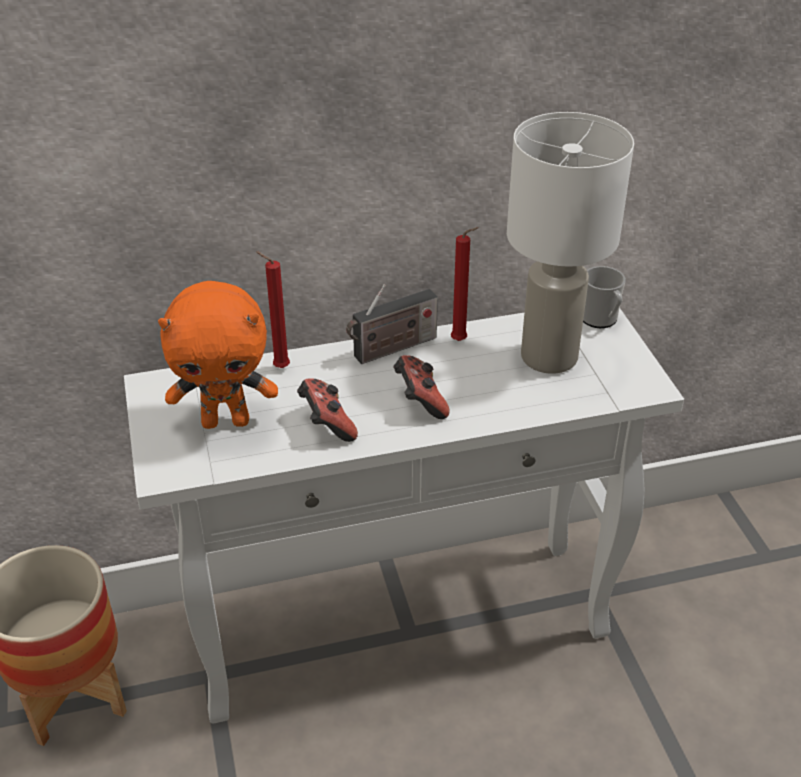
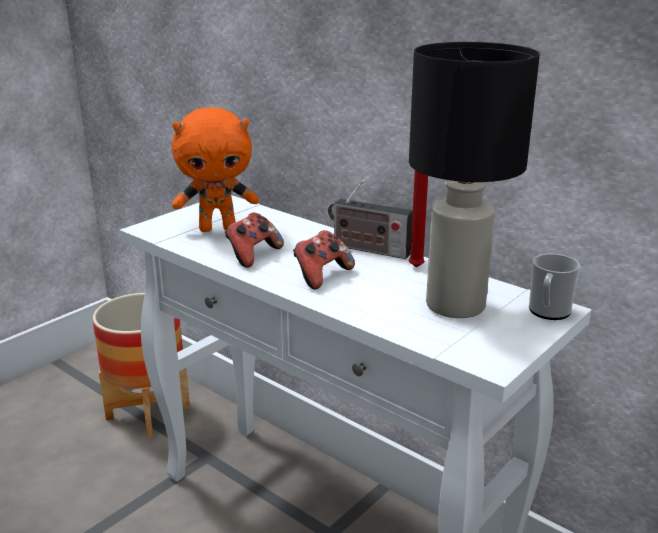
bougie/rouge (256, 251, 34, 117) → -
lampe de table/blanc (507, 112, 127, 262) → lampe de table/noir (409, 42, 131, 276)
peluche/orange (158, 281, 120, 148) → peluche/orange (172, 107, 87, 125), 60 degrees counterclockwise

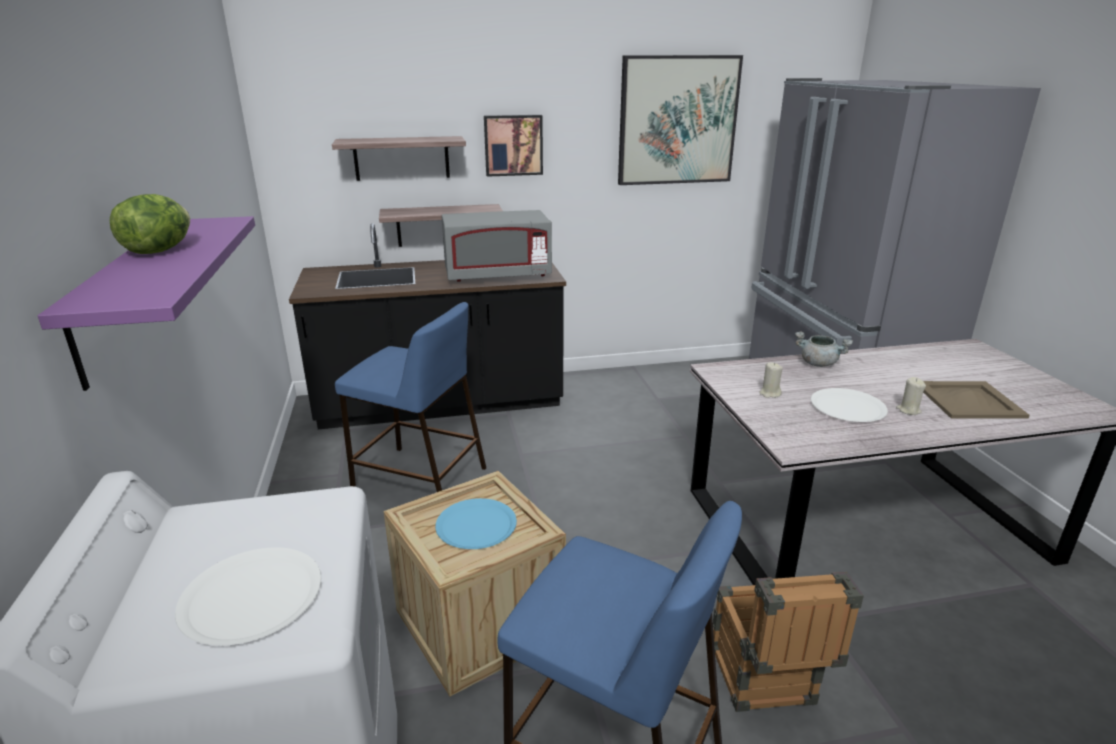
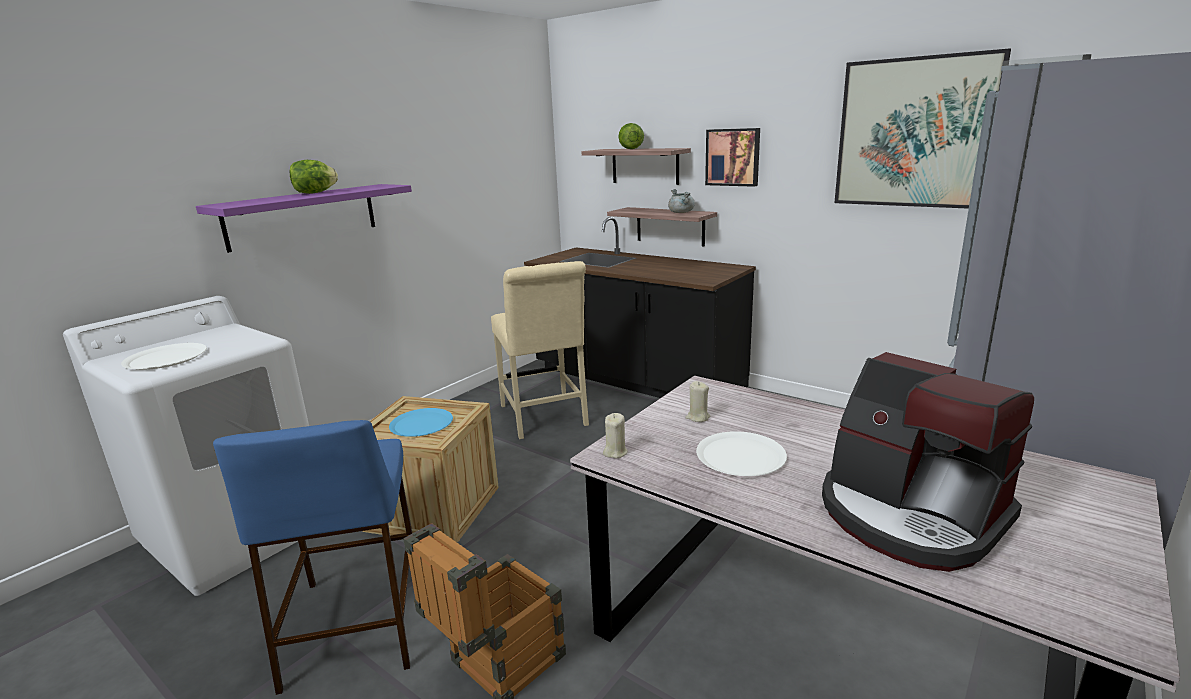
micro-ondes/gris (441, 210, 111, 72) → -
- → laitue (618, 123, 26, 26)
marmite/gris (795, 331, 58, 36) → marmite/gris (668, 189, 27, 24), relocated
bougie/beige (896, 377, 30, 38) → bougie/beige (603, 413, 25, 45), relocated
tabouret/bleu (335, 302, 151, 190) → chaise/beige (491, 261, 98, 178)
plateau/beige (923, 381, 107, 38) → machine à café (822, 352, 212, 220)

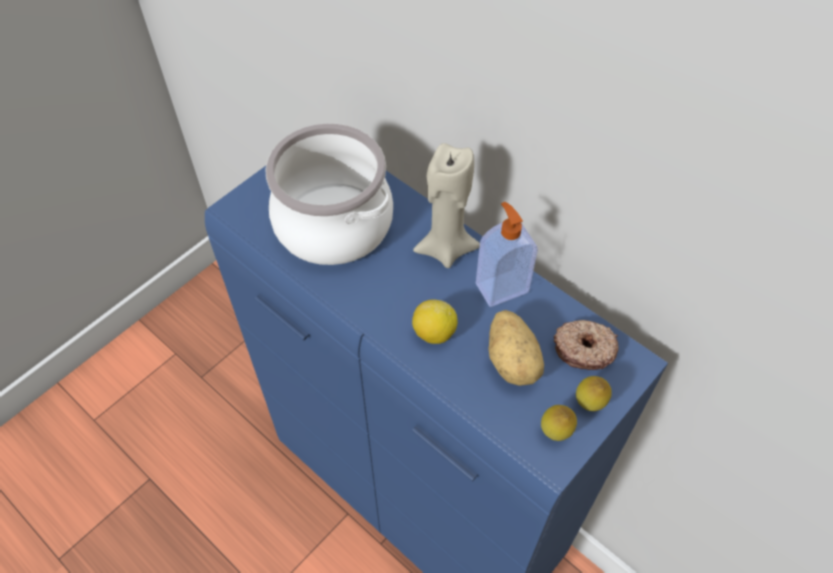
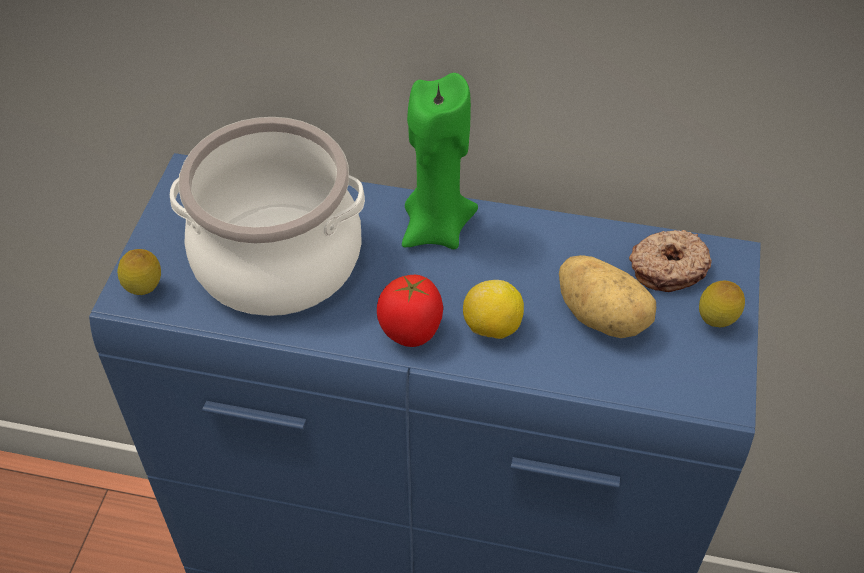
distributeur de savon (476, 202, 62, 105) → -
- → tomate (377, 275, 66, 72)
citron (541, 405, 36, 36) → citron (117, 249, 44, 46), relocated
bougie/beige (413, 143, 67, 125) → bougie/vert (402, 73, 76, 176)

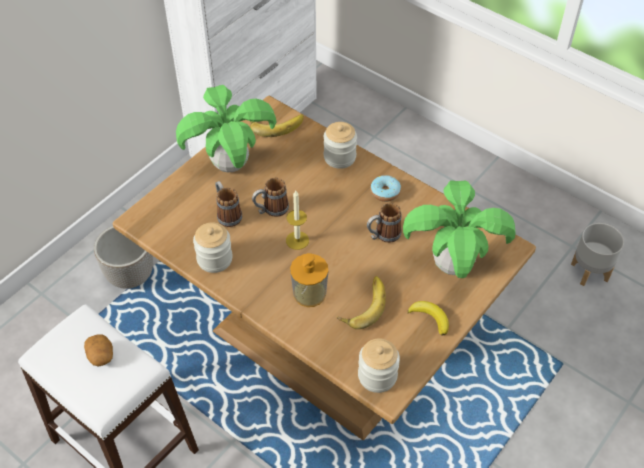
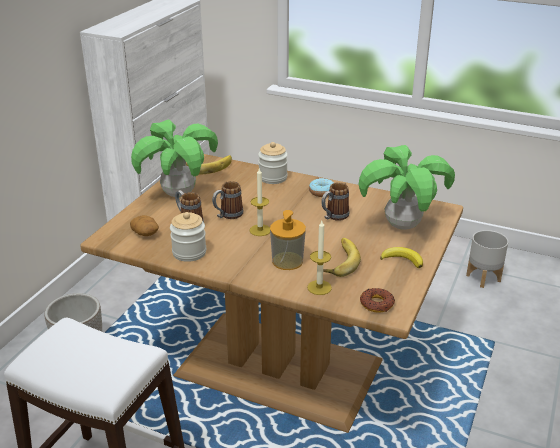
- → bougie (307, 221, 25, 74)
pomme de terre (84, 335, 29, 32) → pomme de terre (130, 215, 29, 21), relocated
bocal (358, 338, 42, 55) → beignet (360, 288, 35, 25)

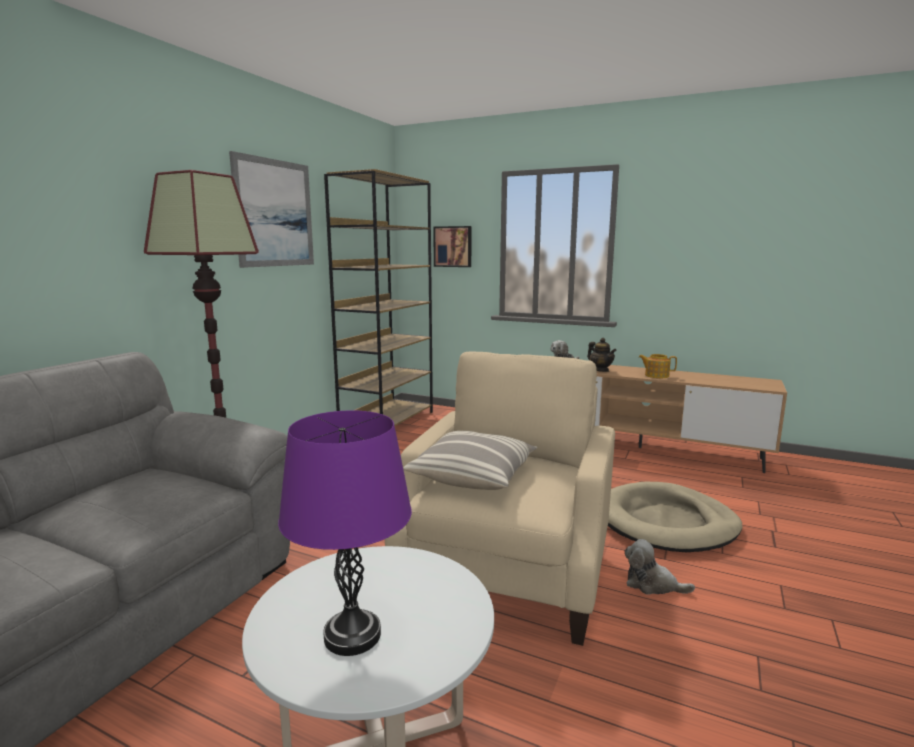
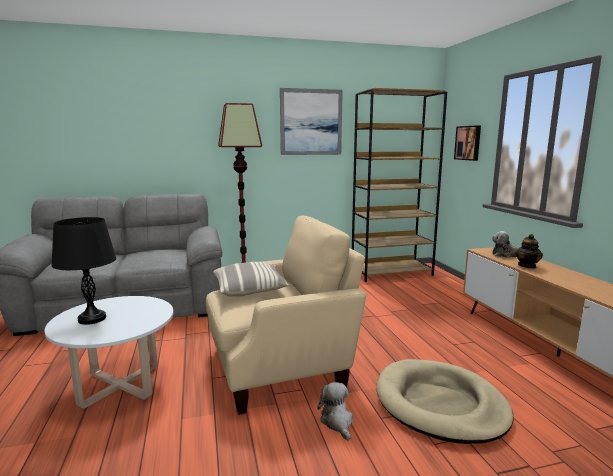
théière (639, 354, 38, 24) → -
lampe de table/violet (278, 410, 134, 246) → lampe de table/noir (51, 217, 65, 108)

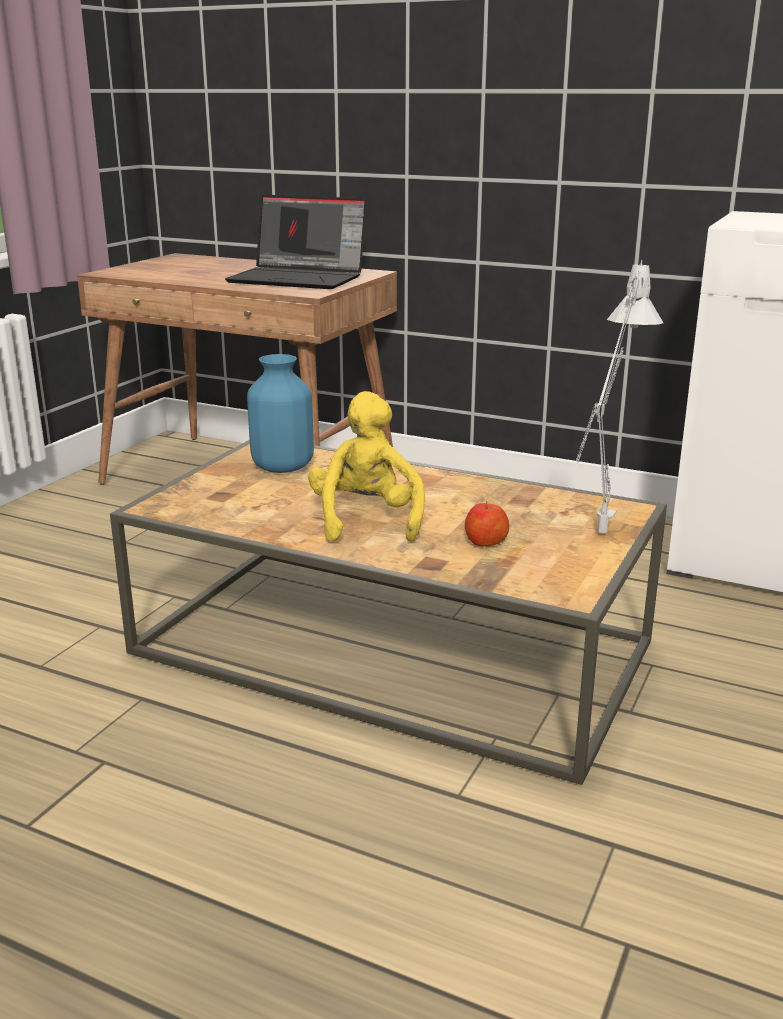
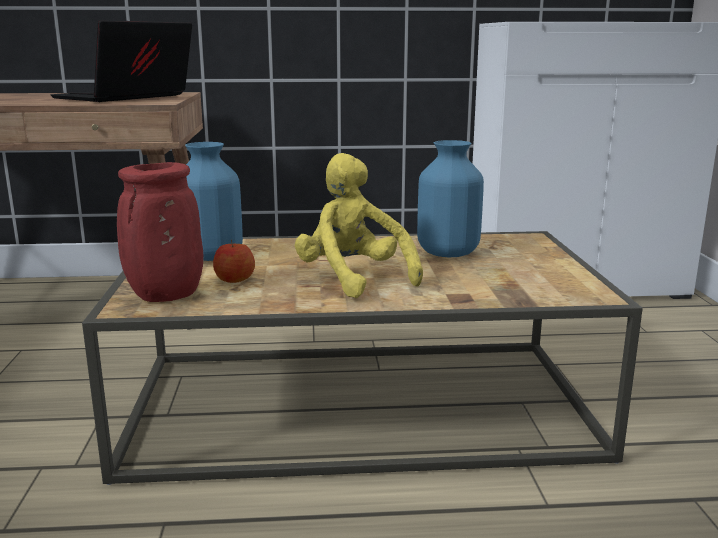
lampe de table/gris (576, 260, 87, 273) → -
- → vase/rouge (117, 162, 86, 140)
- → vase/bleu (417, 140, 67, 117)
pomme (465, 501, 44, 45) → pomme (213, 240, 42, 43), relocated
ordinateur portable (225, 195, 142, 94) → ordinateur portable (51, 20, 141, 82), 135 degrees clockwise

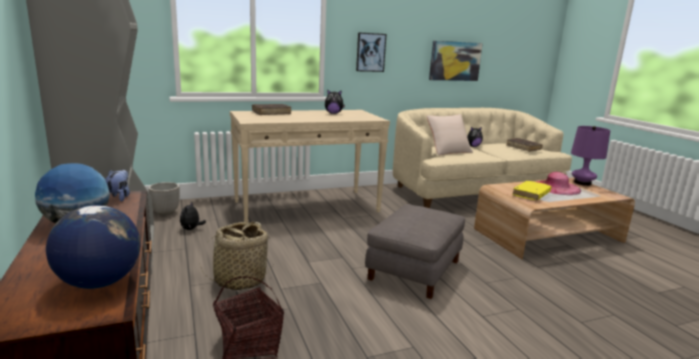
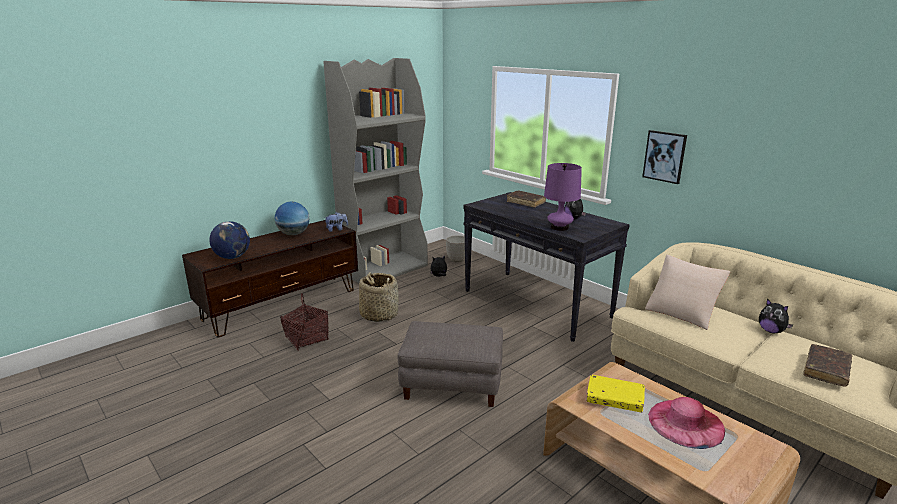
tableau (429, 41, 54, 40) → -
lampe de table/violet (571, 126, 39, 60) → lampe de table/violet (544, 163, 38, 68), relocated
table console/beige (230, 110, 160, 113) → table console/noir (463, 192, 167, 150)

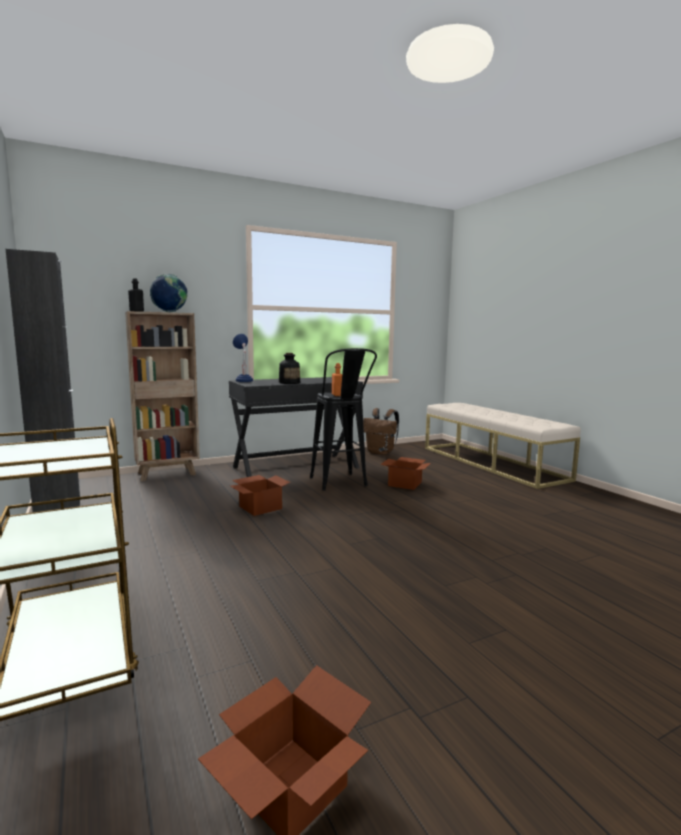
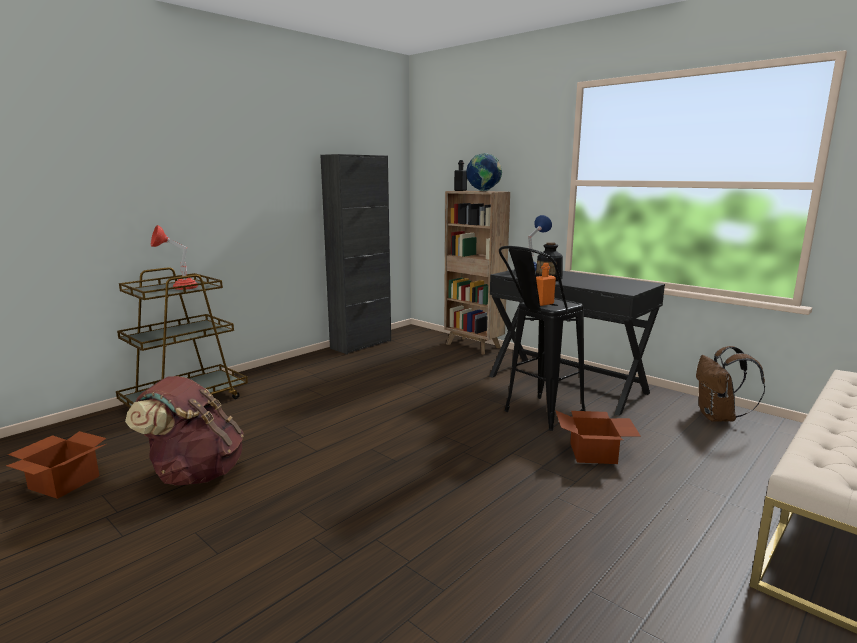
carton (230, 475, 60, 41) → -
- → sac à dos/marron (125, 376, 119, 109)
- → lampe de table/rouge (151, 225, 47, 65)

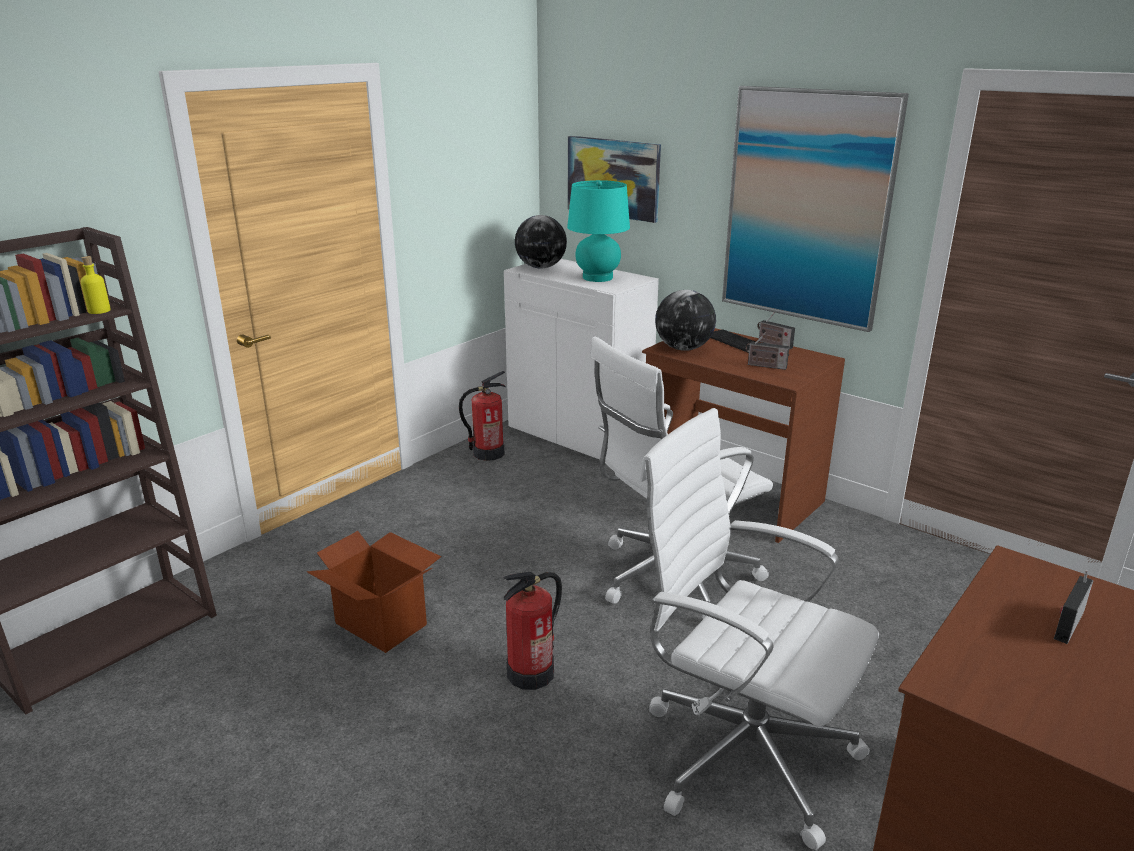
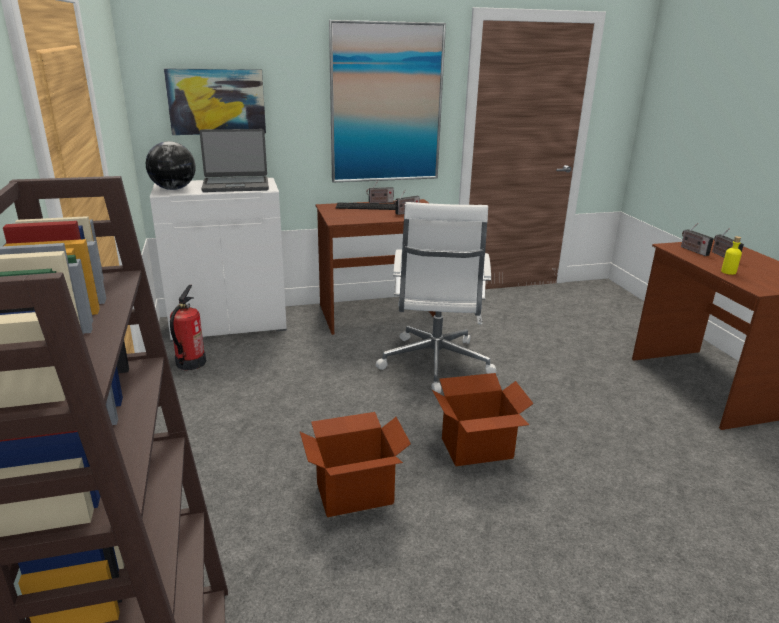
chaise de bureau/blanc (640, 408, 239, 442) → -
globe (655, 290, 61, 61) → -
- → radio (681, 223, 33, 33)
bouteille/jaune (81, 256, 30, 58) → bouteille/jaune (721, 236, 21, 39), relocated
extincteur (503, 572, 59, 118) → carton (432, 373, 102, 93)
lampe de table/turquoise (567, 180, 63, 102) → ordinateur portable (199, 129, 70, 63)

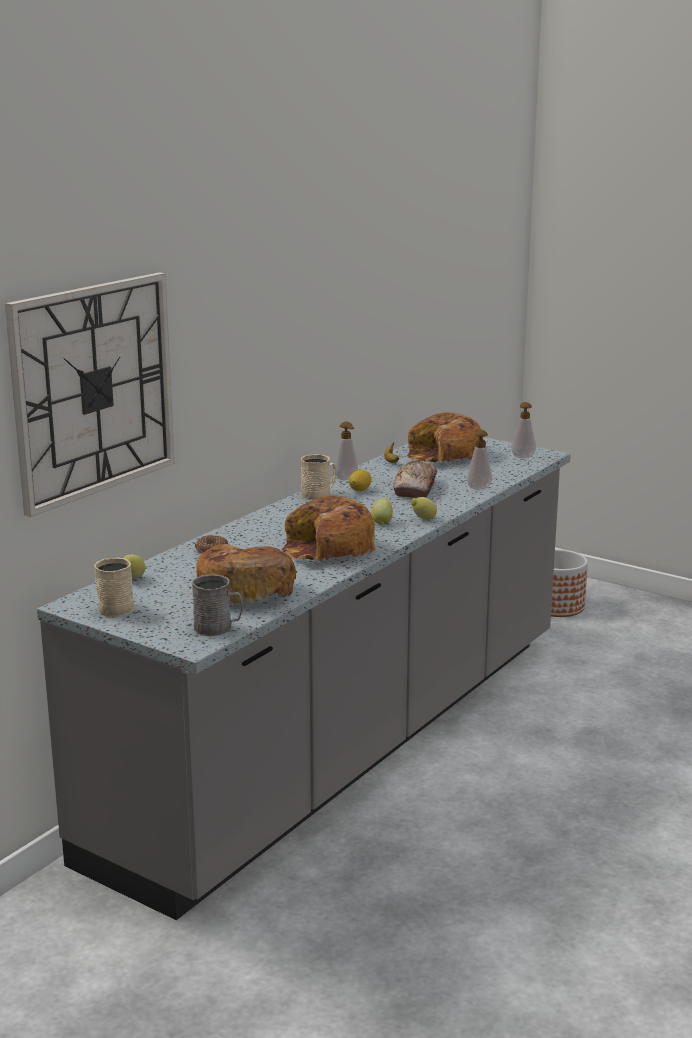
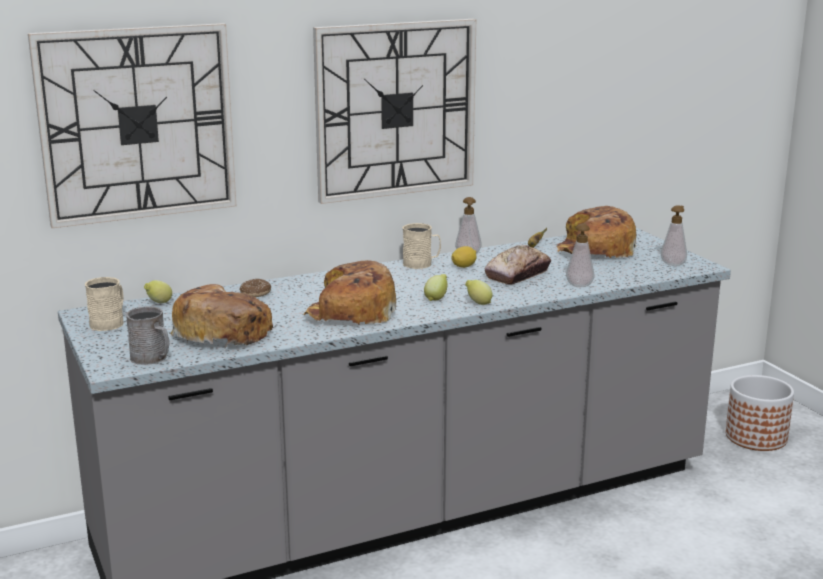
- → horloge murale (313, 19, 163, 185)

